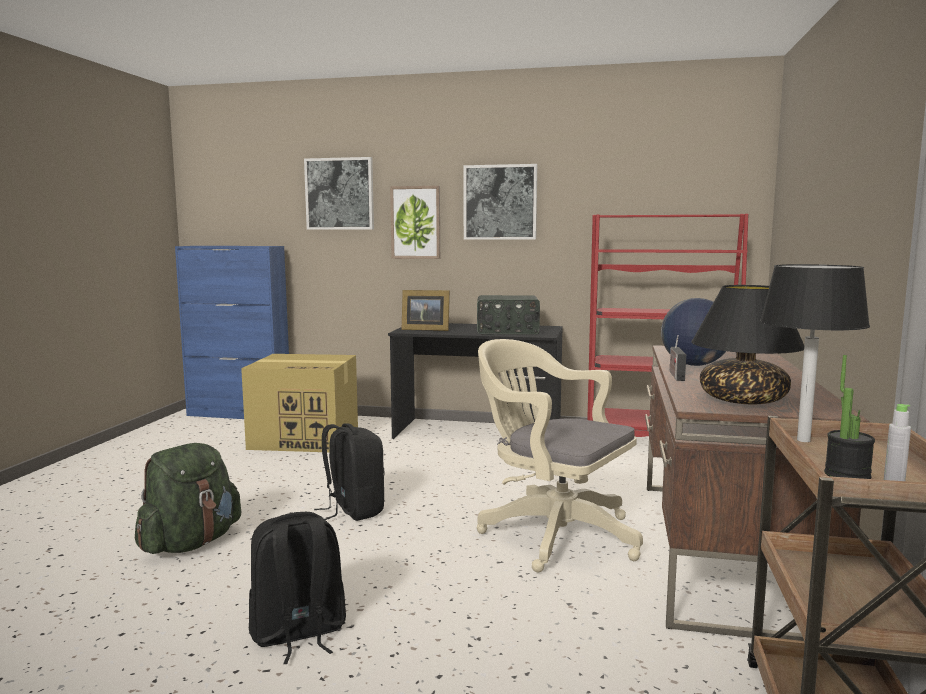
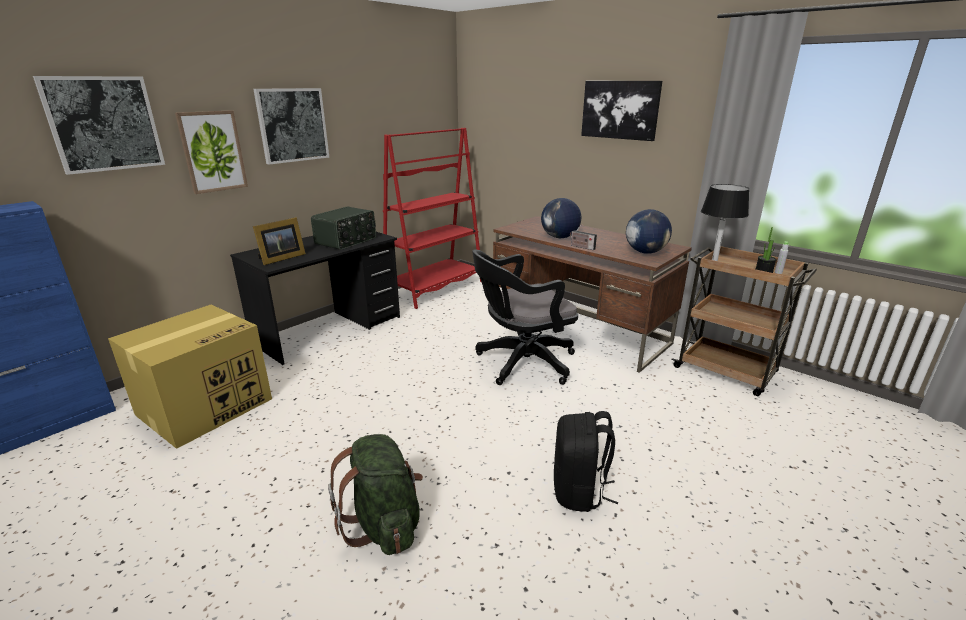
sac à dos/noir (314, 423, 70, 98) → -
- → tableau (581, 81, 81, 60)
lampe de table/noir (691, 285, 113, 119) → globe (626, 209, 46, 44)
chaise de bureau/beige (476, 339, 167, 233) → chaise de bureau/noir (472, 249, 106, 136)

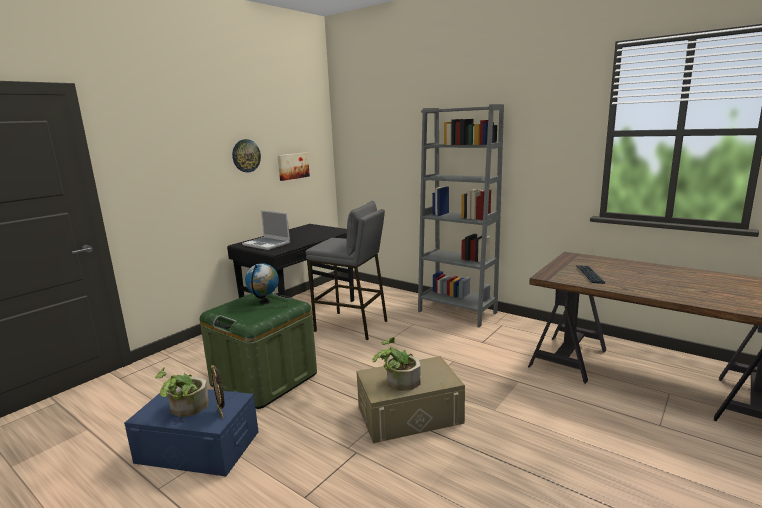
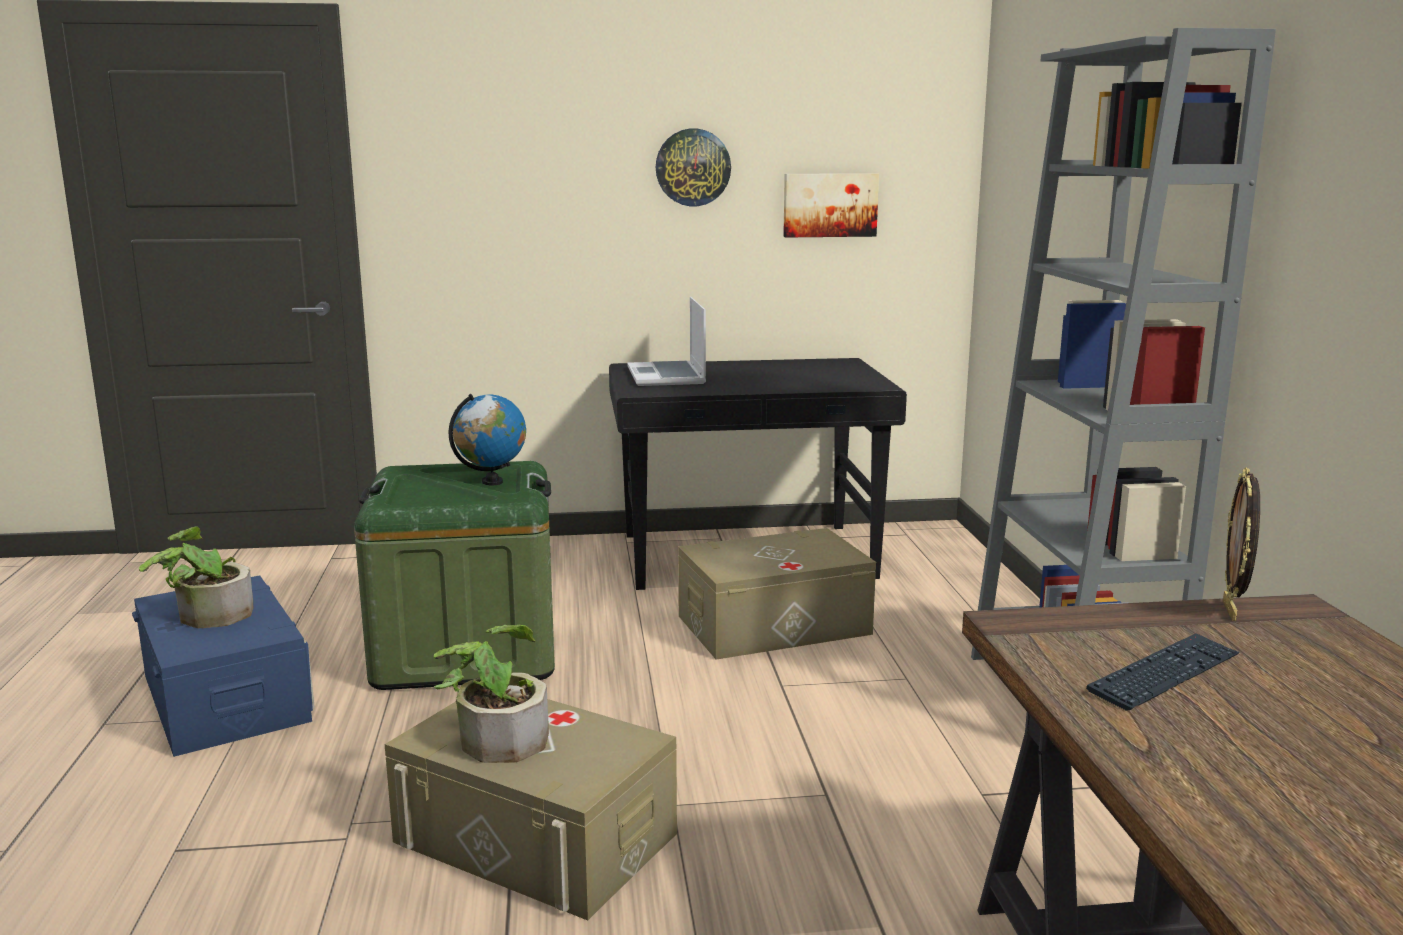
cadre photo (211, 365, 13, 53) → cadre photo (1223, 467, 37, 154), relocated
tabouret/gris (306, 201, 81, 139) → boîte de rangement/beige (678, 528, 198, 132)

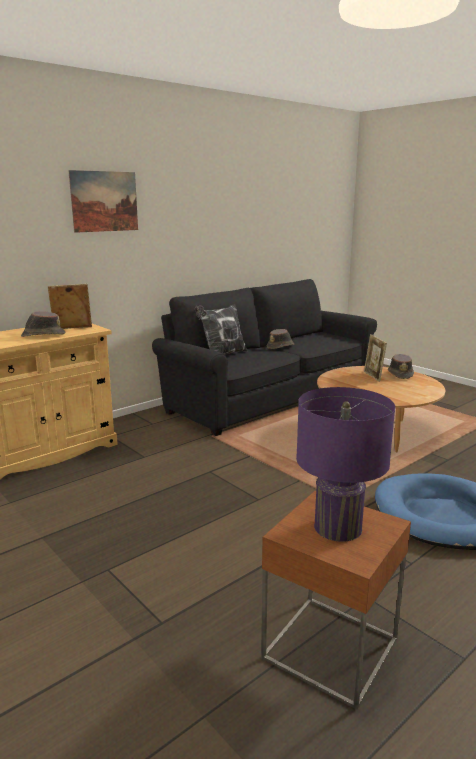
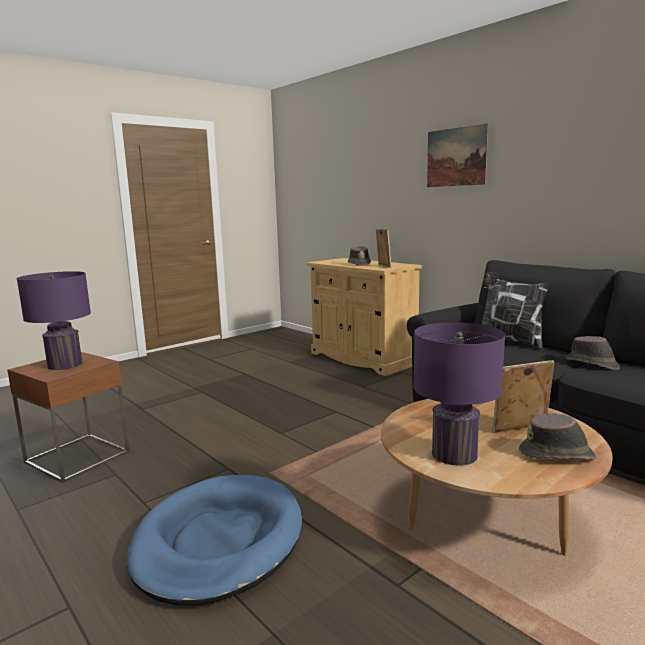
- → lampe de table/violet (413, 322, 92, 144)

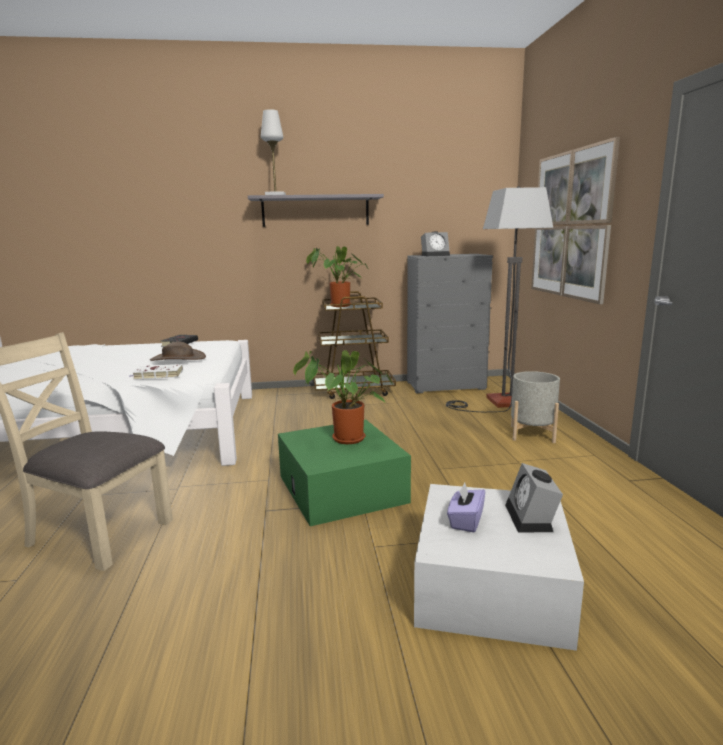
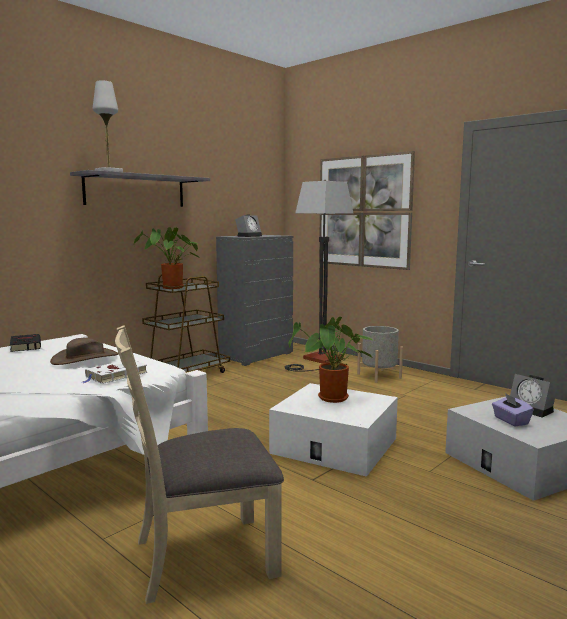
boîte de rangement/vert (278, 420, 133, 106) → boîte de rangement/blanc (269, 383, 129, 94)

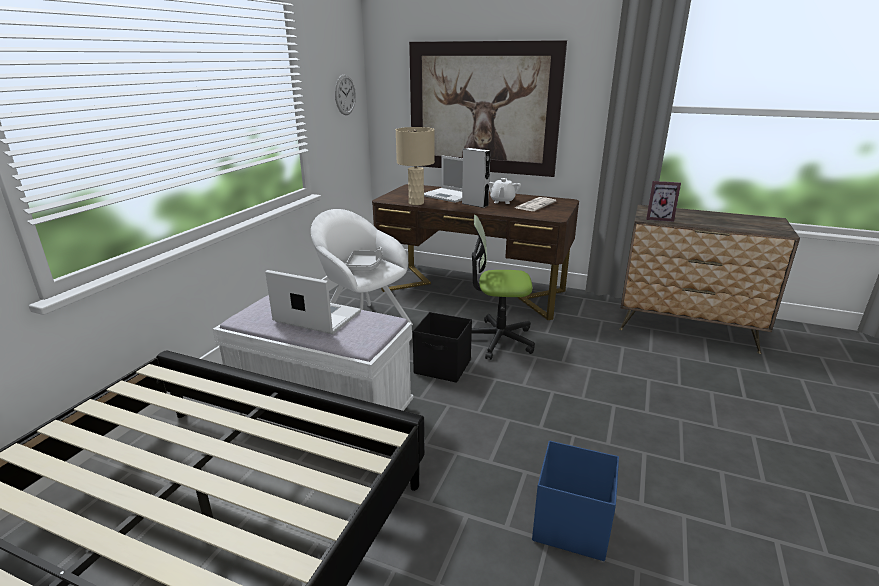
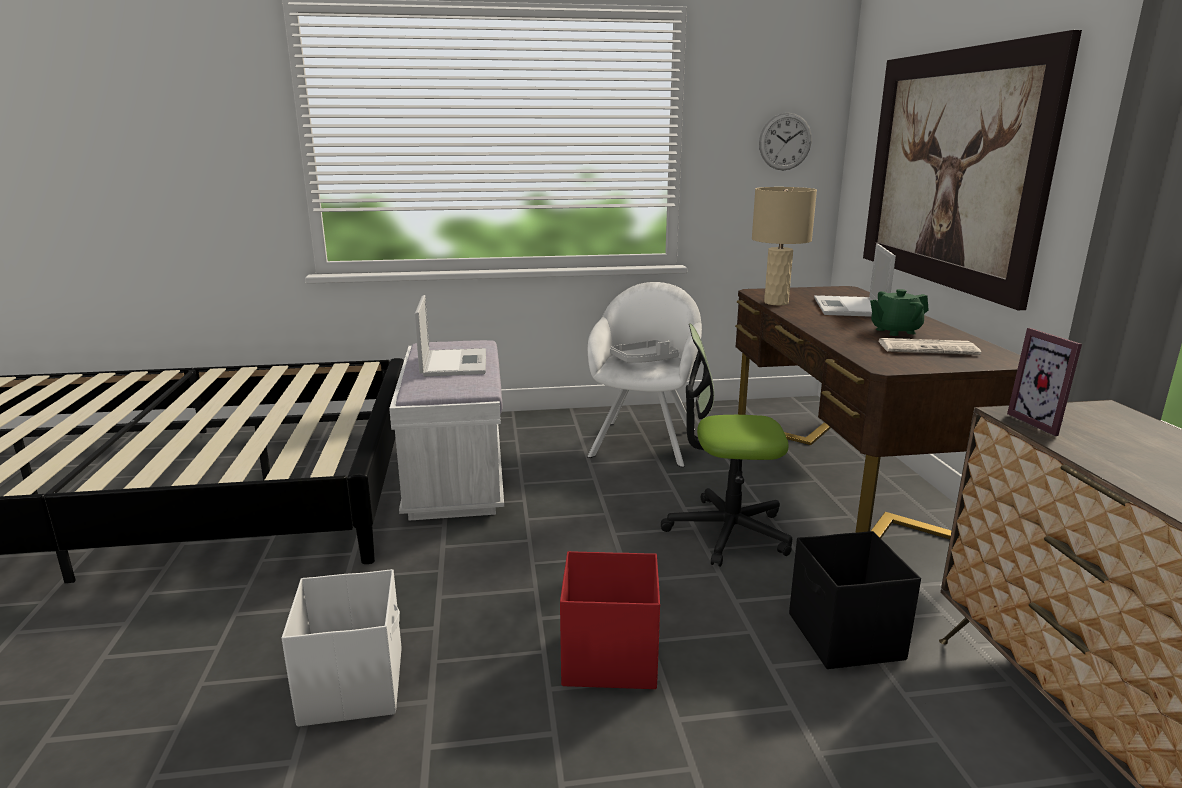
enceinte/gris (462, 148, 29, 60) → -
- → boîte de rangement/rouge (560, 551, 100, 138)
boîte de rangement/noir (413, 312, 59, 71) → boîte de rangement/noir (789, 531, 132, 138), relocated
théière/blanc (489, 178, 32, 26) → théière/vert (870, 289, 59, 47)
boîte de rangement/bleu (532, 440, 87, 121) → boîte de rangement/blanc (281, 569, 121, 158)
chaise de bureau (472, 215, 63, 145) → chaise de bureau (661, 323, 131, 244), 60 degrees counterclockwise

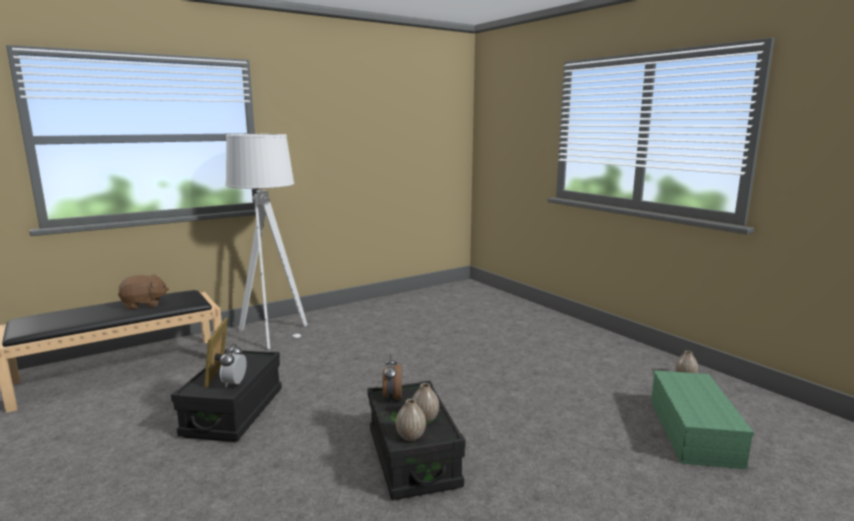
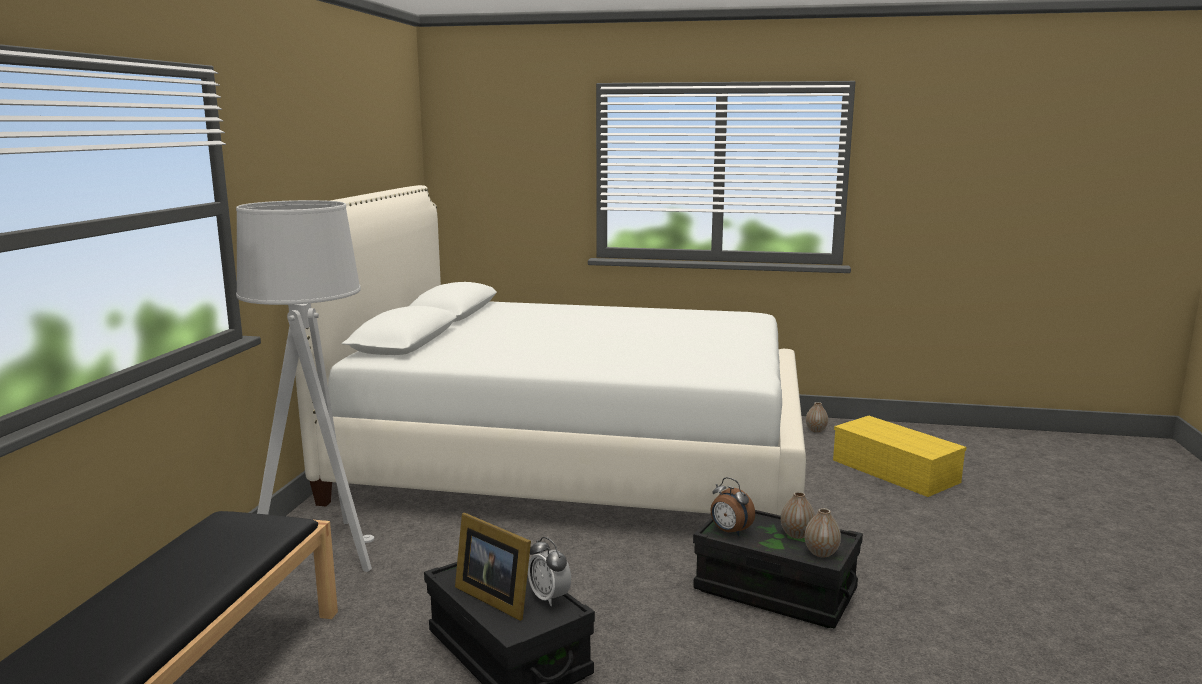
peluche/marron (118, 274, 51, 35) → -
- → lit/blanc (295, 185, 511, 331)
boîte de rangement/vert (651, 370, 103, 99) → boîte de rangement/jaune (833, 416, 133, 81)

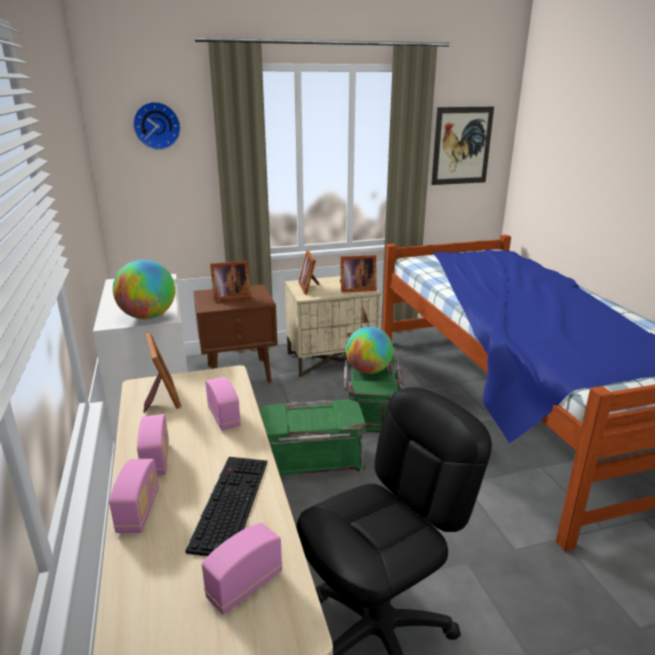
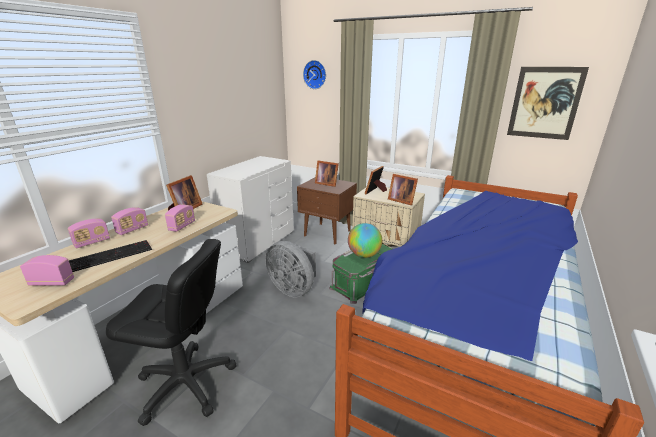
globe (113, 260, 62, 59) → -
boîte de rangement/vert (259, 400, 108, 76) → ventilateur/gris (265, 241, 51, 56)

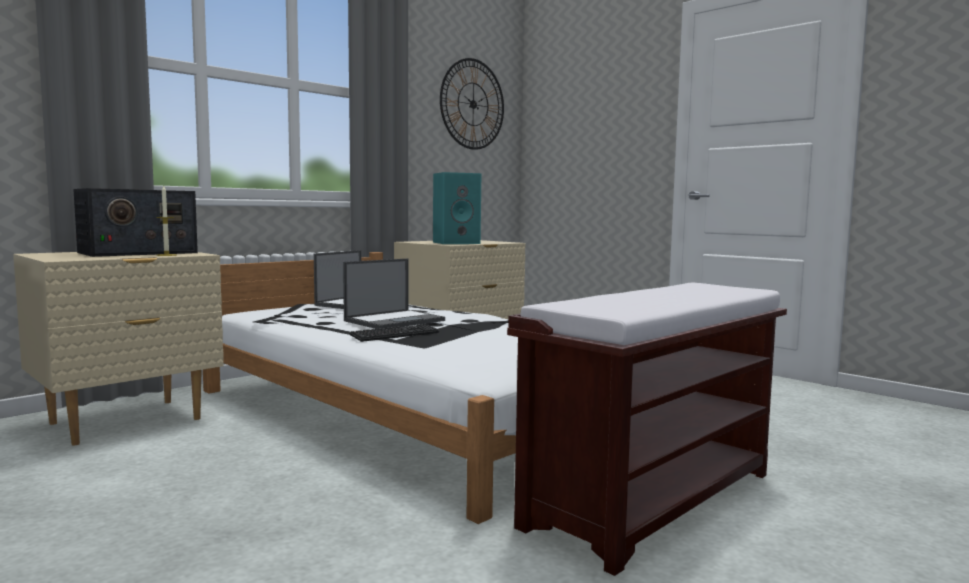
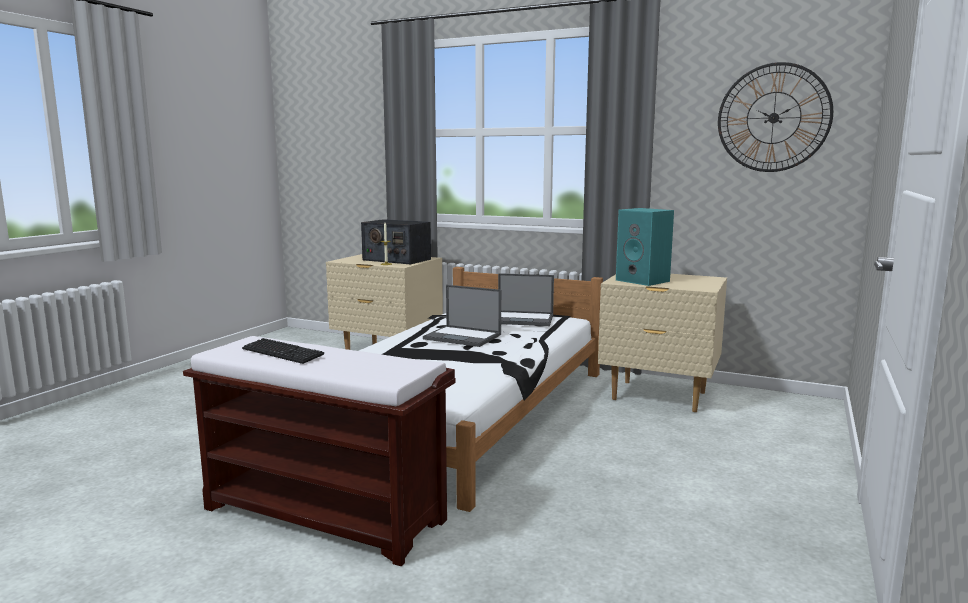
clavier (349, 324, 90, 18) → clavier (242, 338, 83, 26), relocated

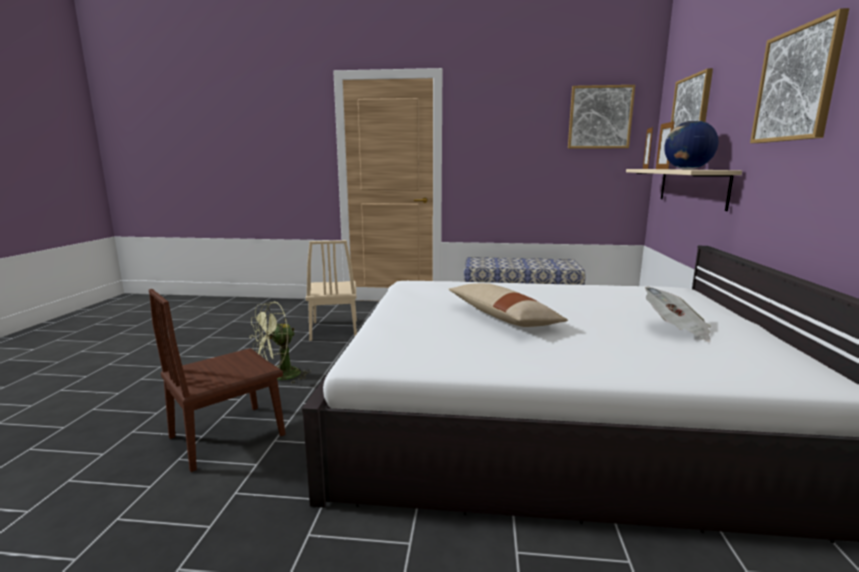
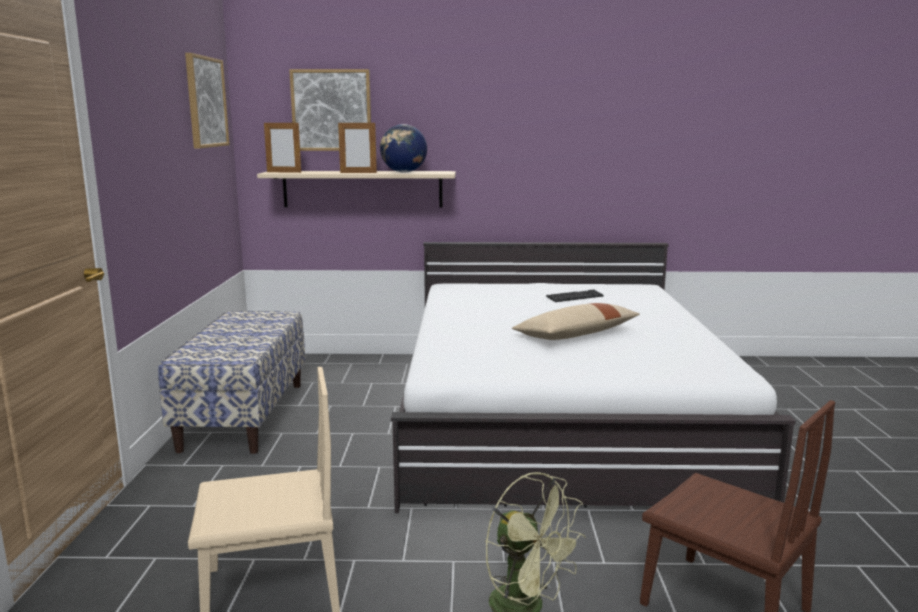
tableau (750, 8, 99, 135) → -
journal (645, 286, 66, 56) → clavier (546, 289, 58, 13)

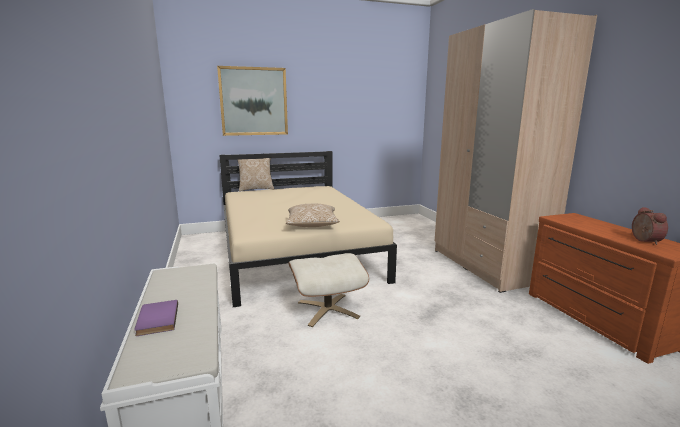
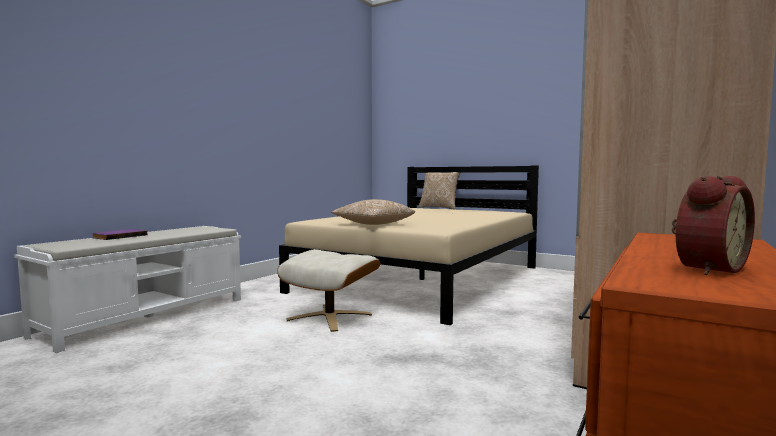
tableau (217, 66, 71, 70) → -

